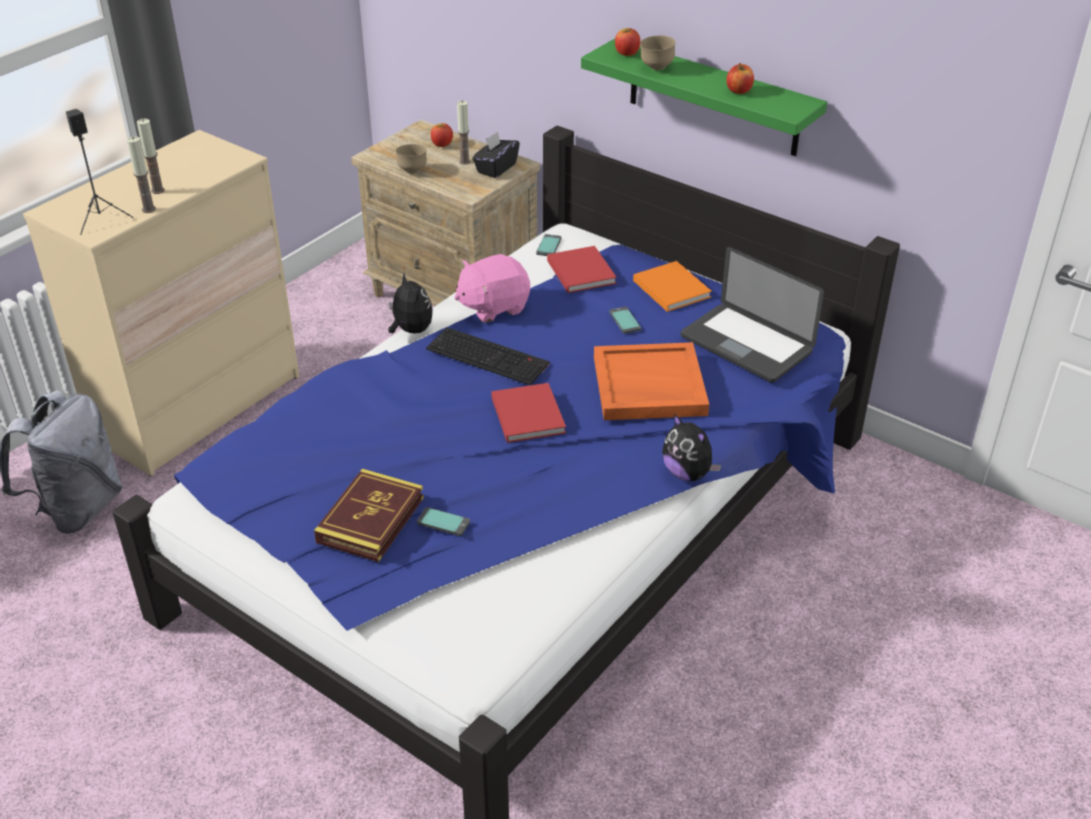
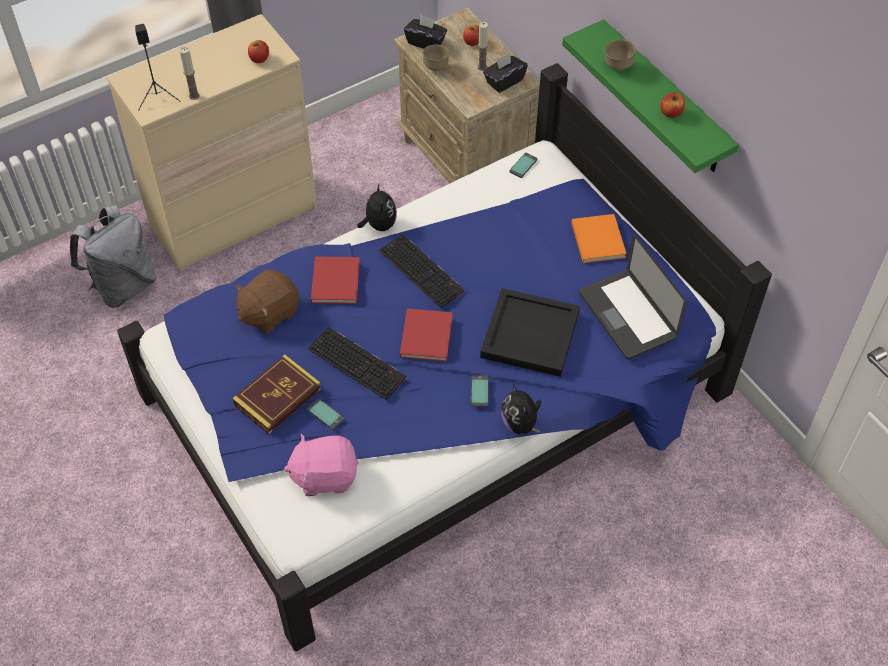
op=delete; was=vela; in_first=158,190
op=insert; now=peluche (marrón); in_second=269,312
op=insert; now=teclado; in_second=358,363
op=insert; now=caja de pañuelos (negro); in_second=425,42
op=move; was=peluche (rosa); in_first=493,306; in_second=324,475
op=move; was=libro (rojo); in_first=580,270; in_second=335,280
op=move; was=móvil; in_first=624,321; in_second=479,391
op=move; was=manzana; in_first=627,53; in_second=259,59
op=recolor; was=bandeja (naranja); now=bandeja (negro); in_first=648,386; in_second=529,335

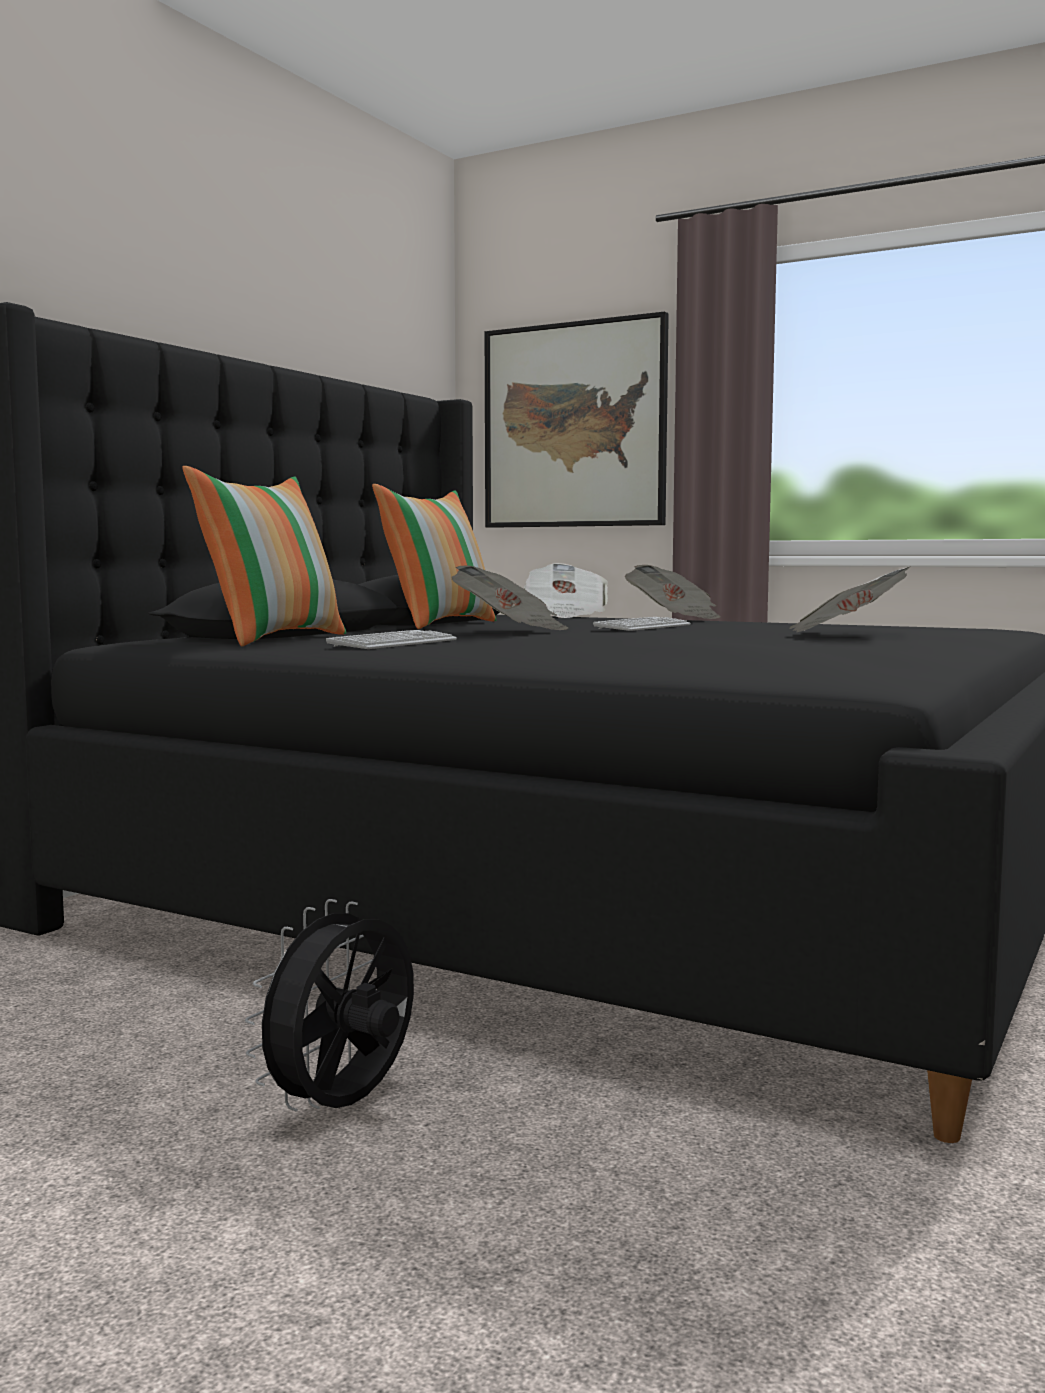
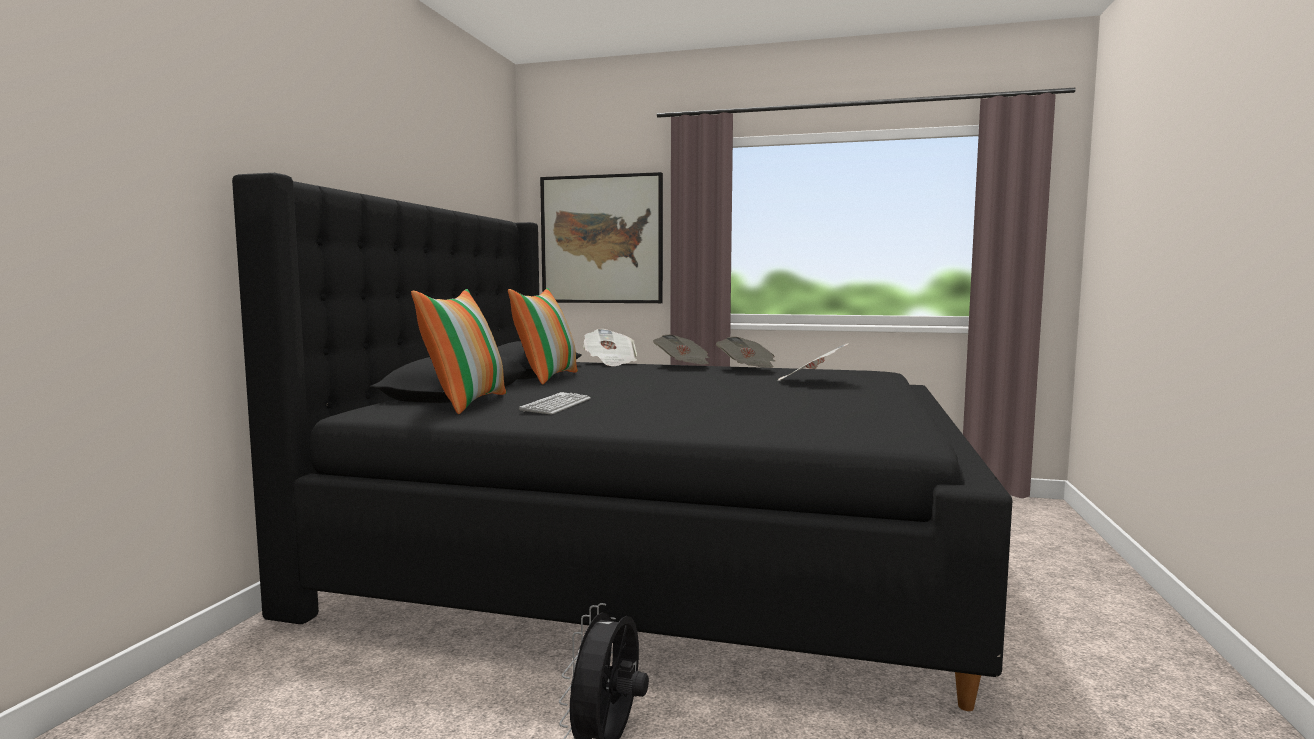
op=delete; was=teclado; in_first=643,627
op=move; was=periódico; in_first=511,631; in_second=748,370

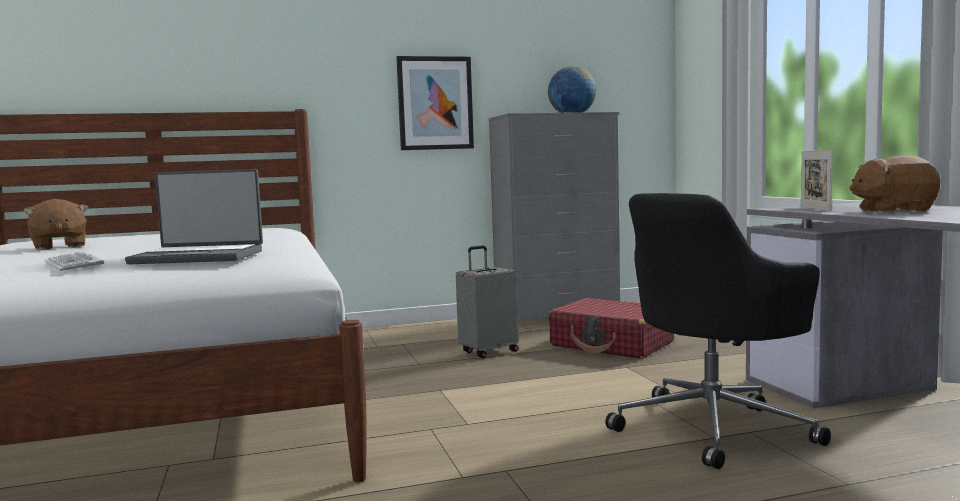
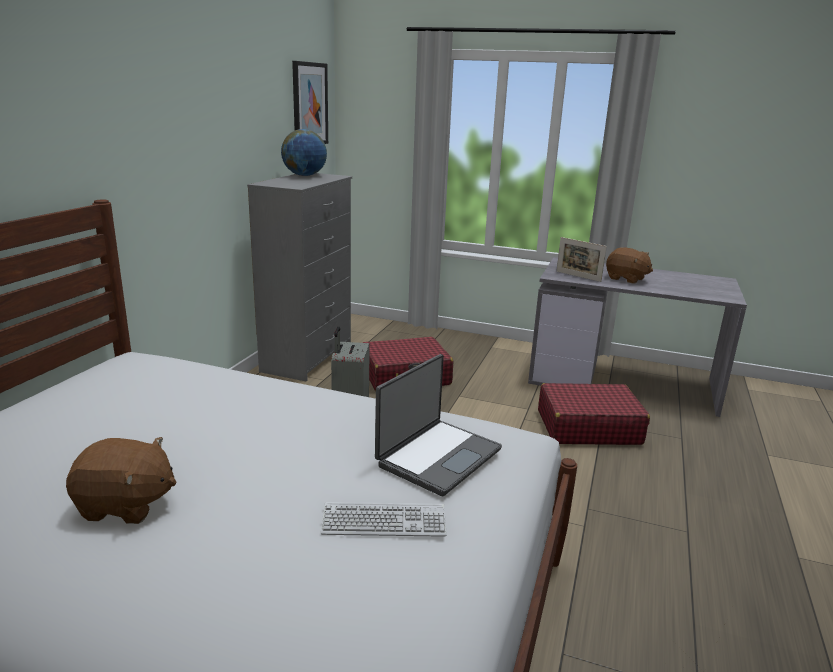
op=move; was=cuadro; in_first=435,103; in_second=309,104
op=replace; was=silla de oficina (negro); now=maleta (rojo); in_first=714,428; in_second=588,427
op=rotate; was=peluche (marrón); in_first=893,211; in_second=626,279; clockwise=-90

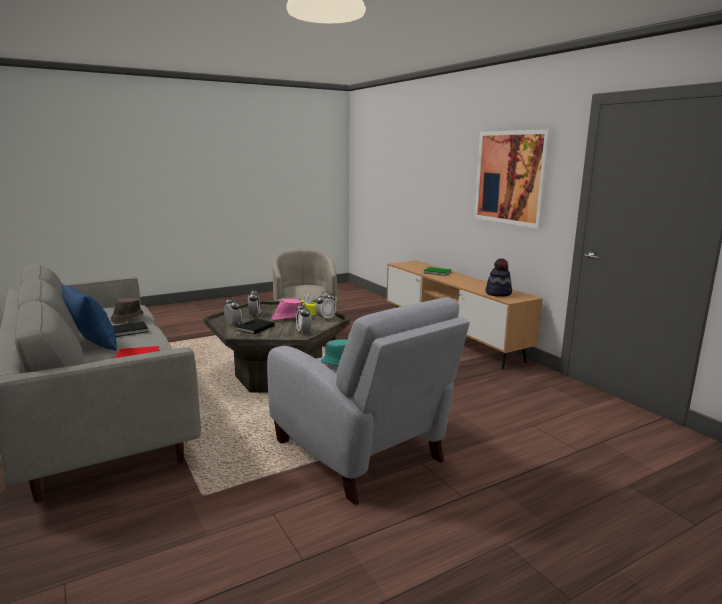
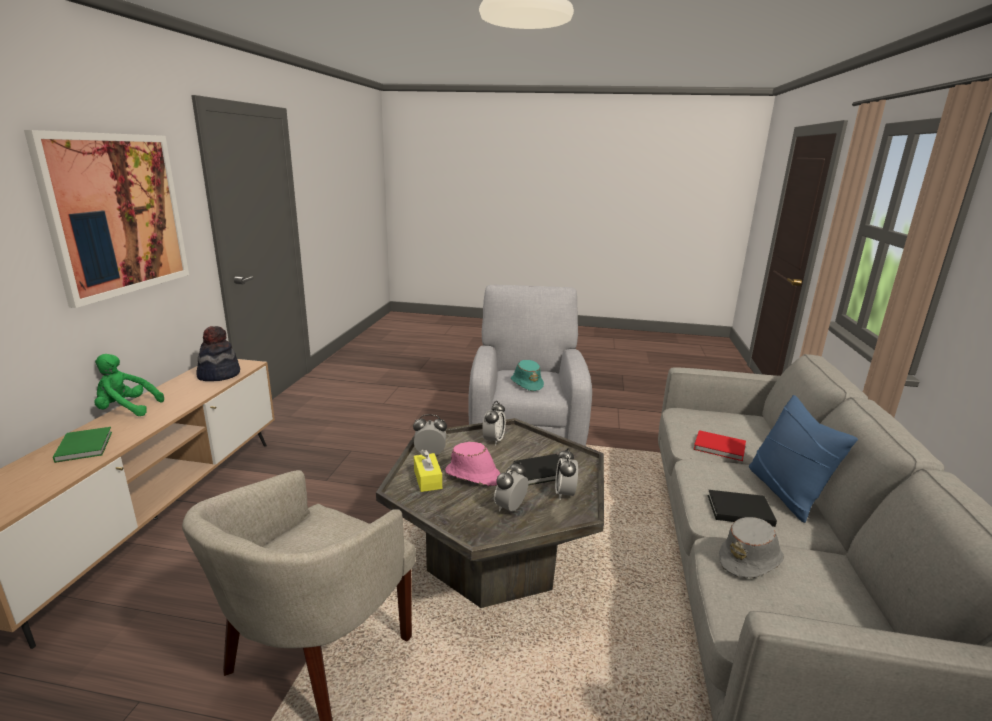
op=insert; now=peluche (verde); in_second=126,409
op=recolor; was=sombrero (marrón); now=sombrero (gris); in_first=127,318; in_second=751,560

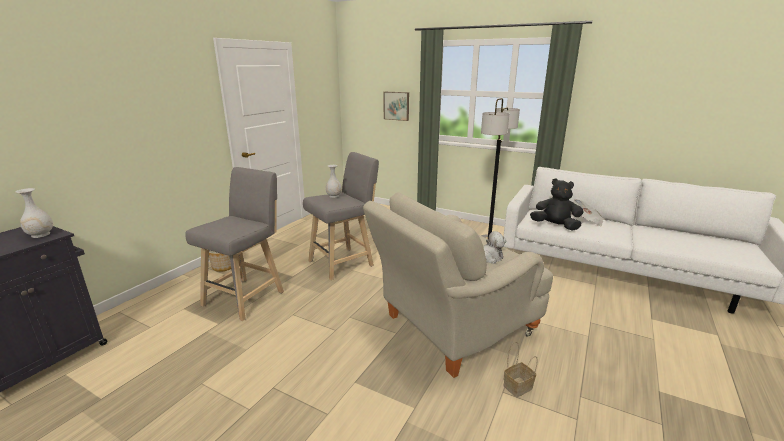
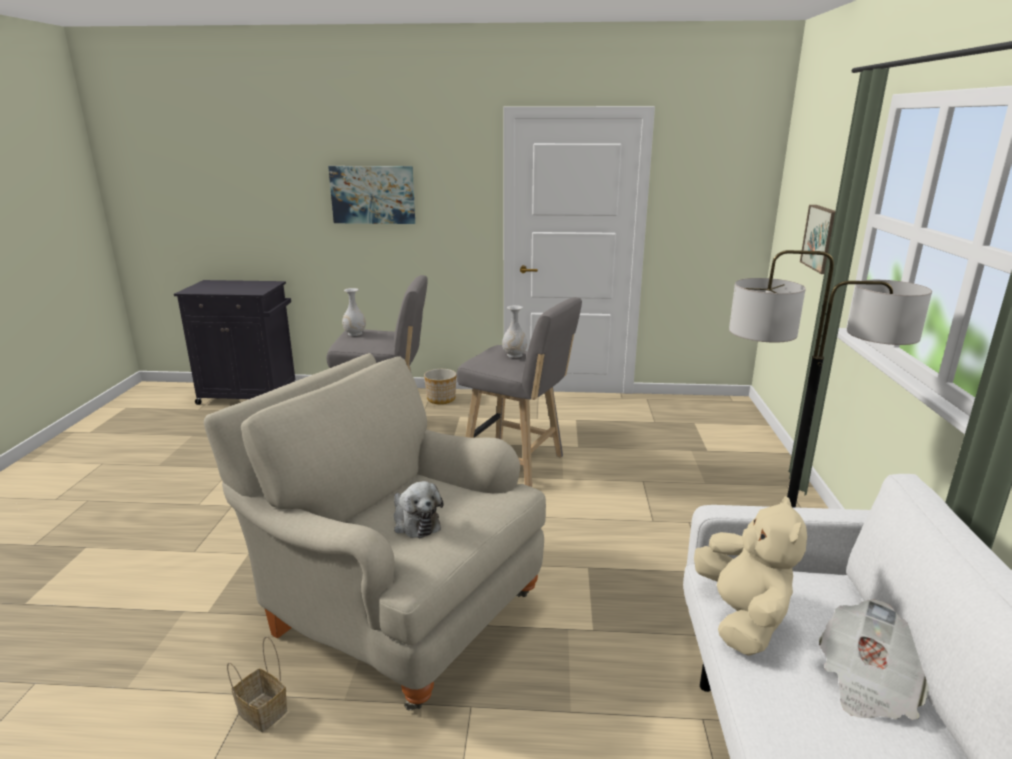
op=insert; now=cuadro; in_second=373,194
op=move; was=florero (blanco); in_first=40,235; in_second=355,333
op=recolor; was=peluche (negro); now=peluche (beis); in_first=555,226; in_second=742,617

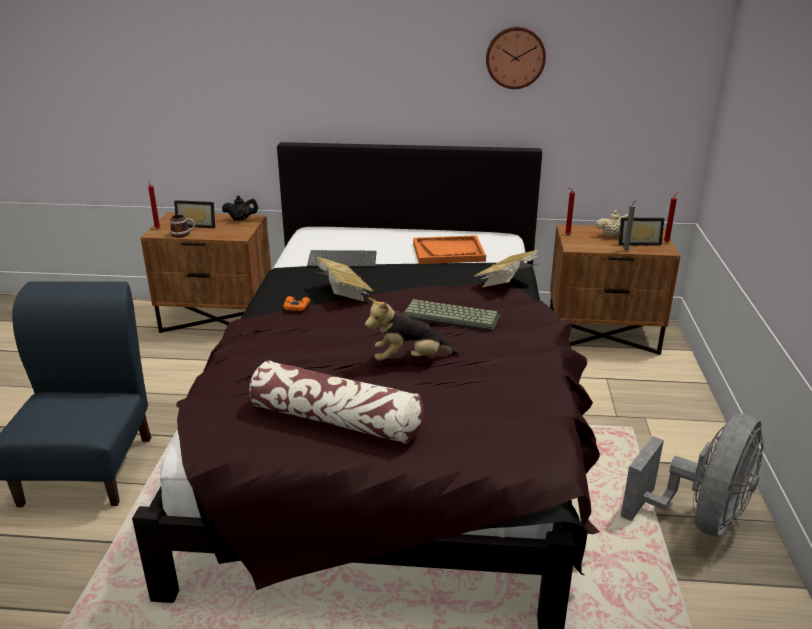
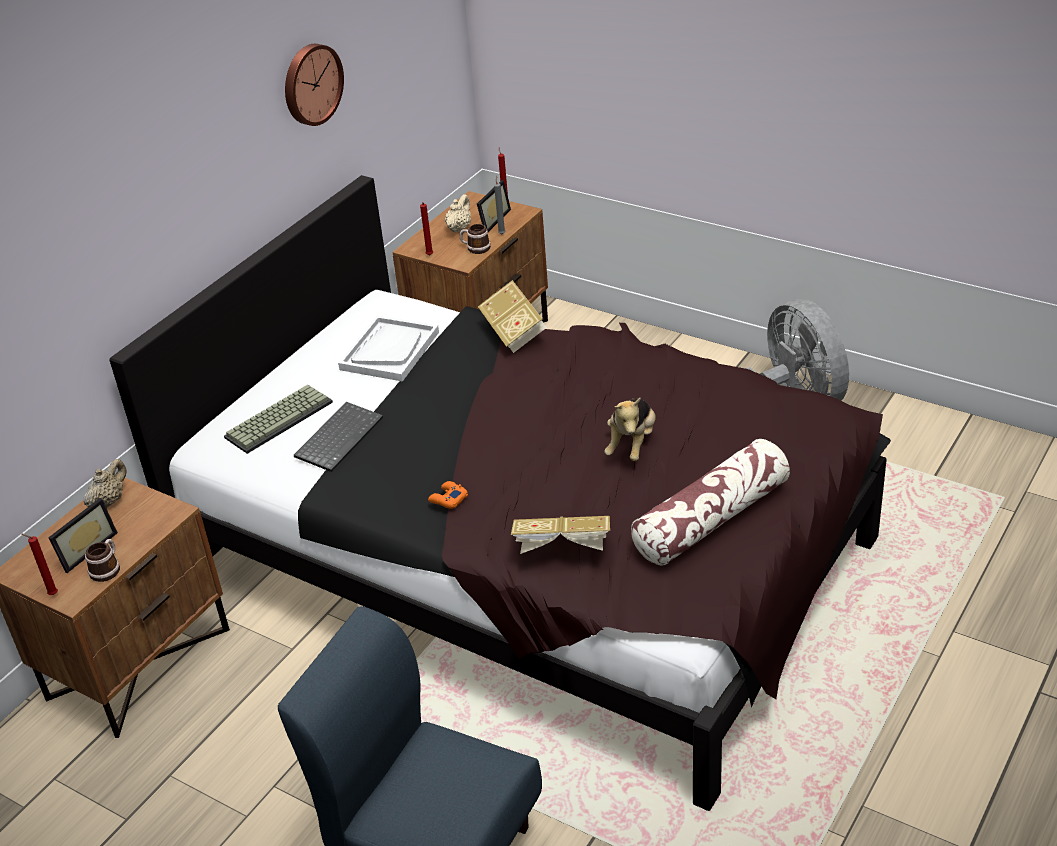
op=insert; now=taza grande; in_second=475,248
op=move; was=libro; in_first=342,292; in_second=562,549
op=move; was=teclado; in_first=452,316; in_second=279,418
op=recolor; was=tetera (negro); now=tetera (beis); in_first=241,219; in_second=109,501
op=recolor; was=bandeja (naranja); now=bandeja (blanco); in_first=448,252; in_second=389,350

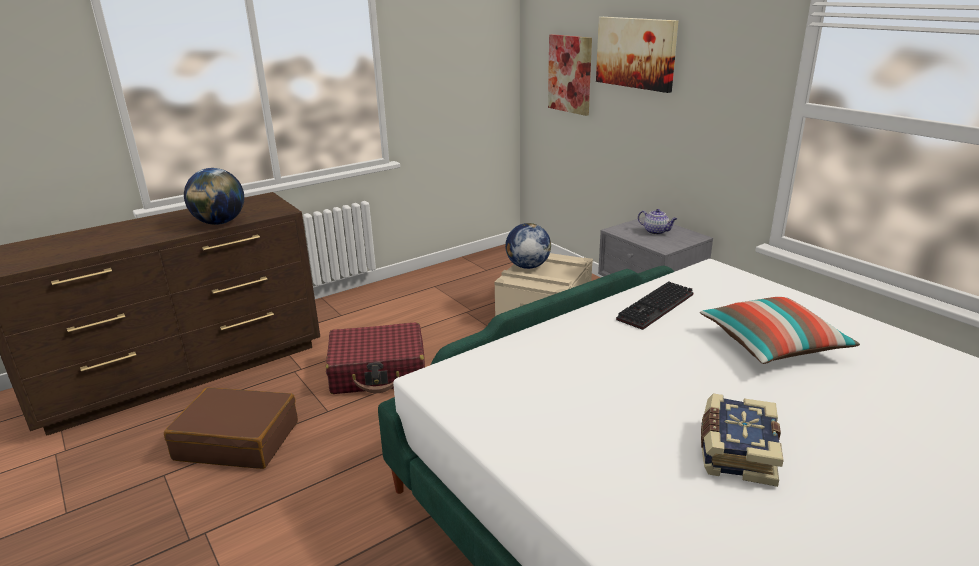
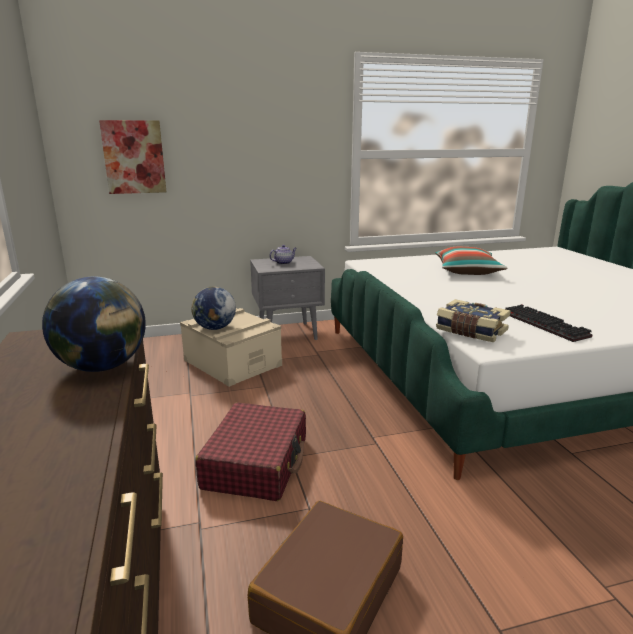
op=delete; was=cuadro; in_first=636,53
op=move; was=teclado; in_first=656,308; in_second=547,325
op=move; was=libro; in_first=736,451; in_second=470,331

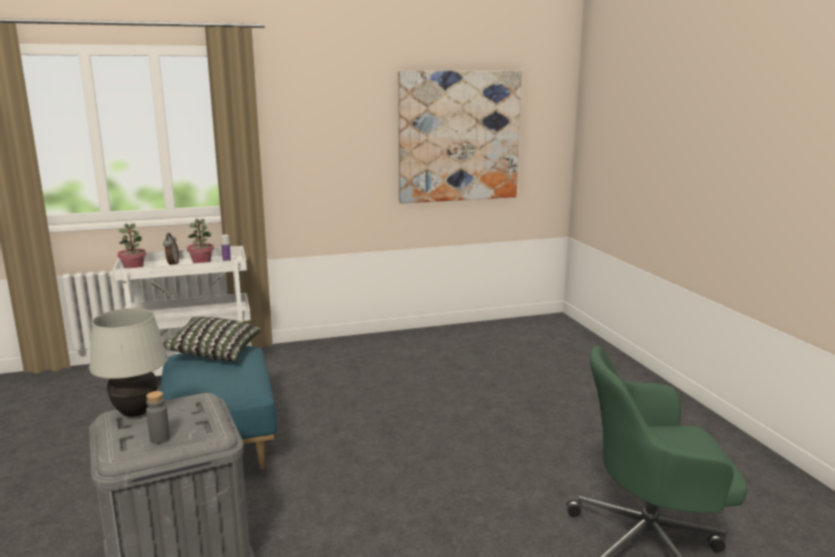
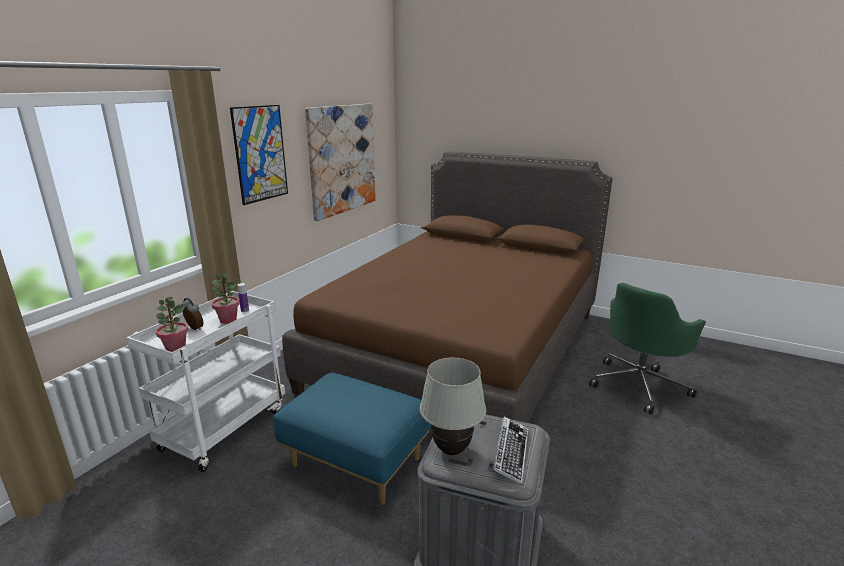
op=delete; was=cojín; in_first=214,353
op=insert; now=cuadro; in_second=260,154
op=insert; now=cama (marrón); in_second=461,349
op=replace; was=botella (gris); now=teclado; in_first=160,438; in_second=510,453

